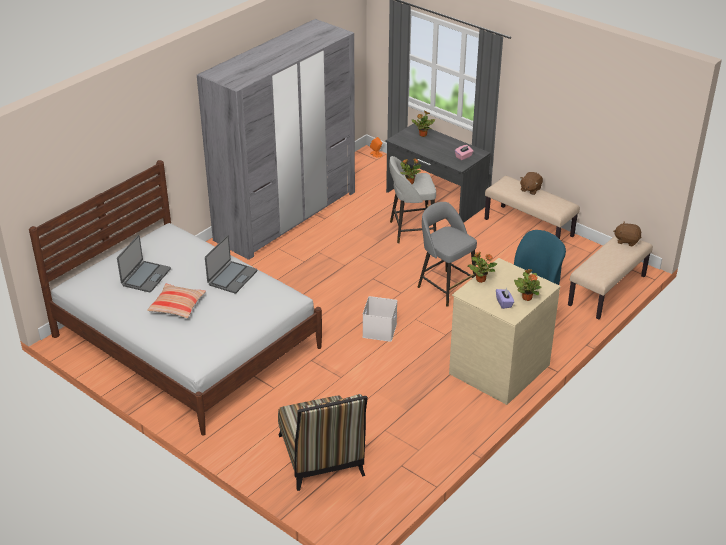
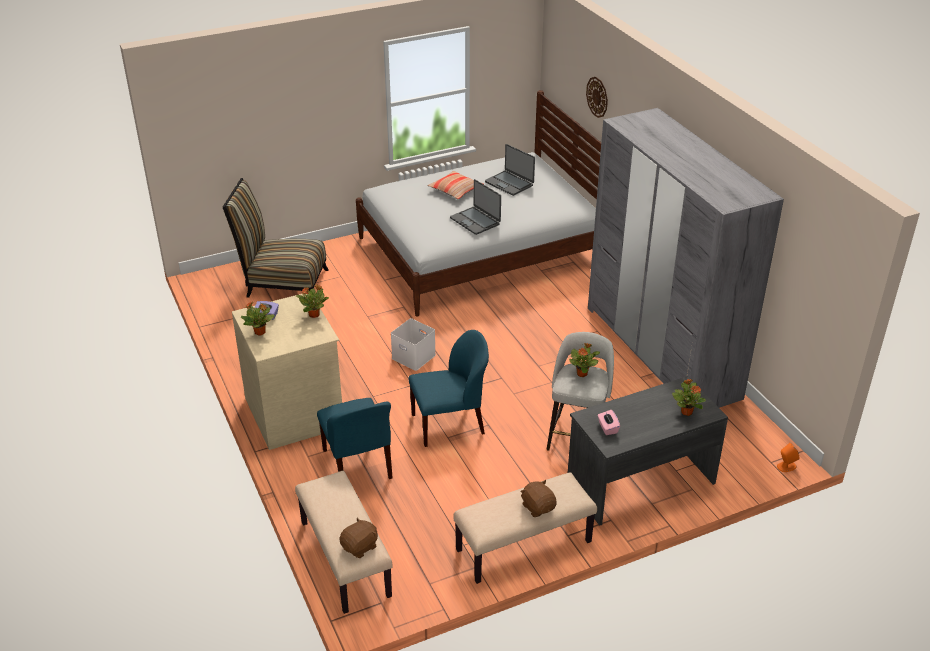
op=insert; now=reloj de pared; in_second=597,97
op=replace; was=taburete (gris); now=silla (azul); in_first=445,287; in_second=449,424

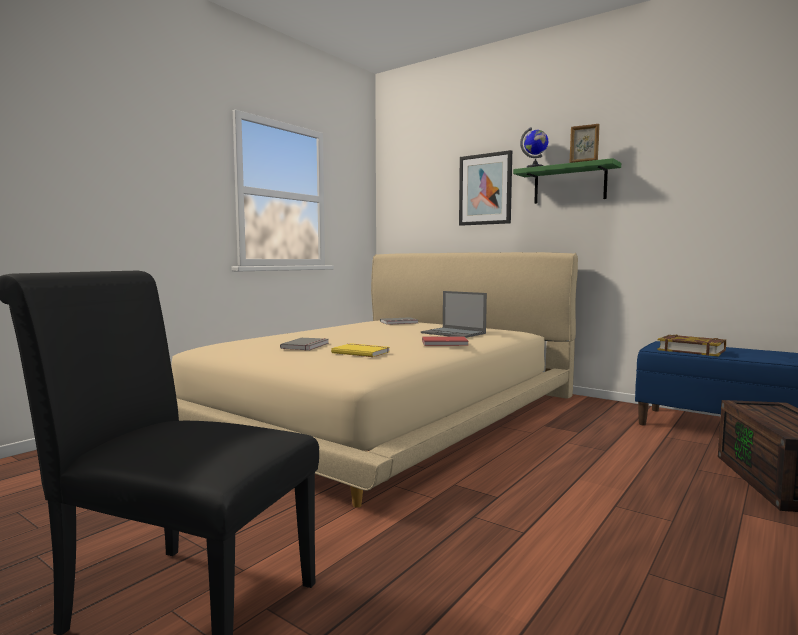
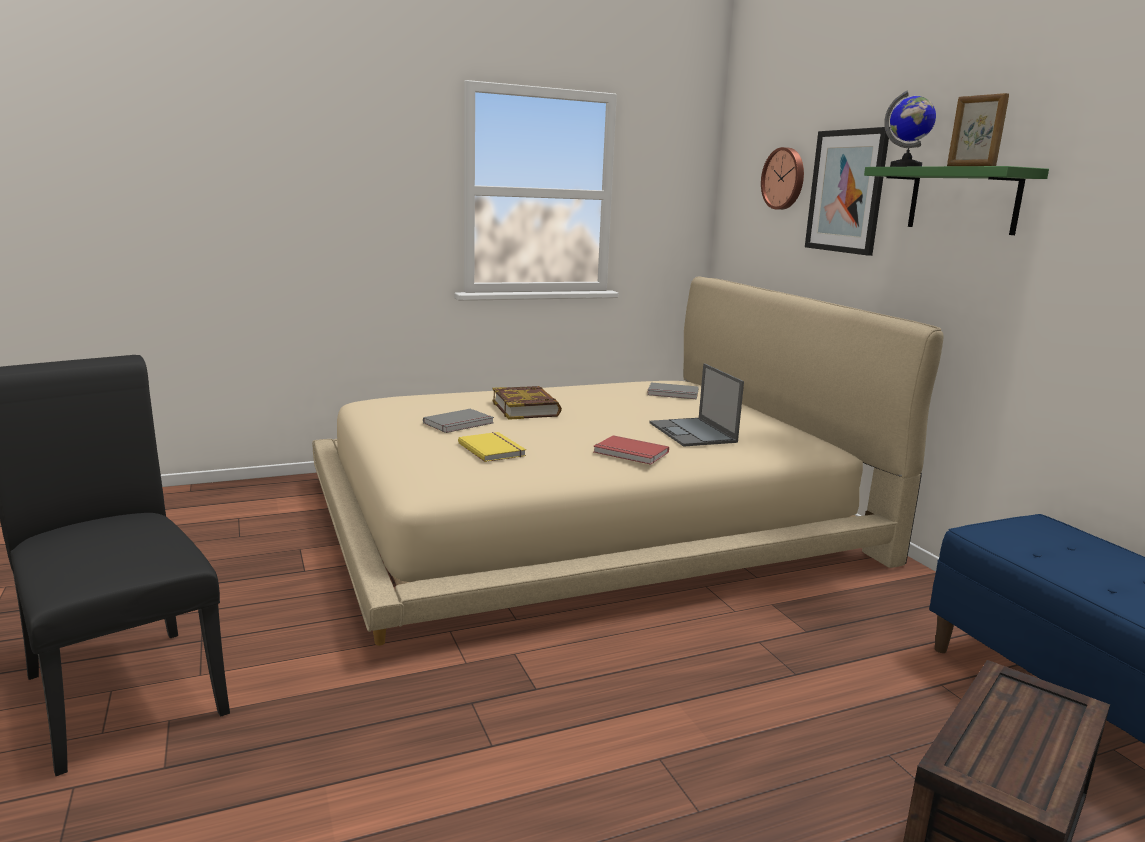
op=insert; now=reloj de pared; in_second=784,178
op=move; was=libro; in_first=691,350; in_second=526,409

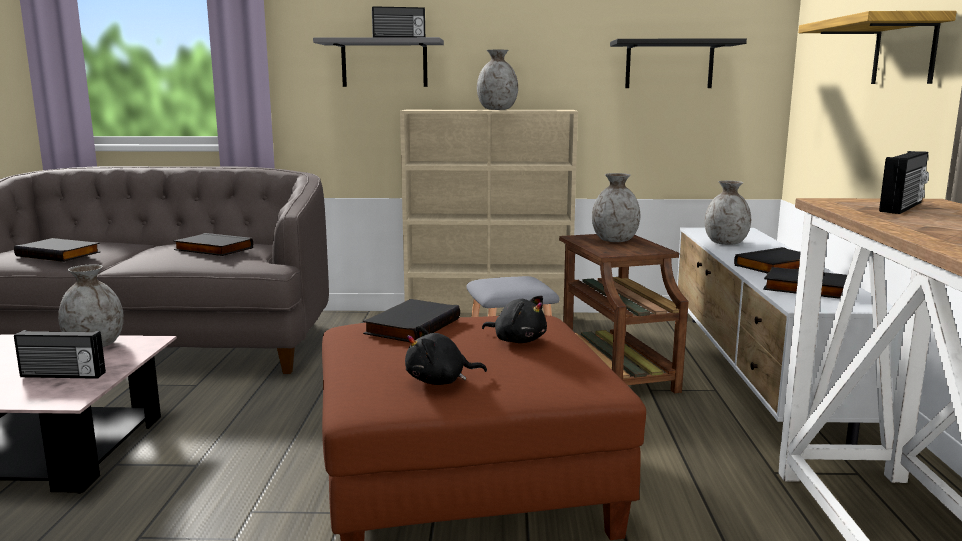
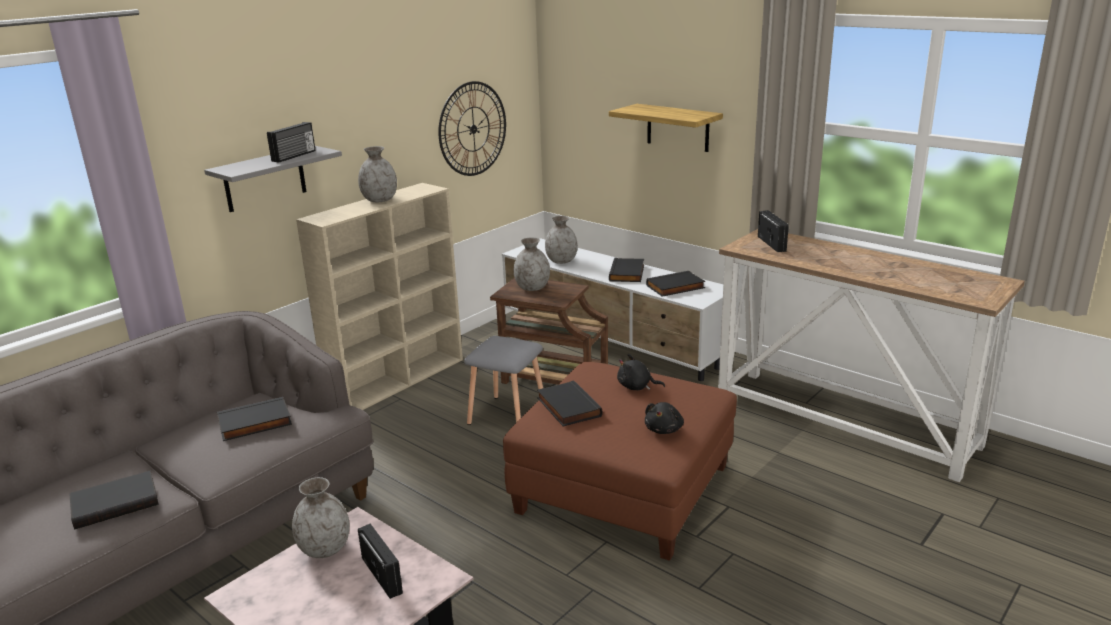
op=replace; was=estante (negro); now=reloj de pared; in_first=669,65; in_second=473,129
op=rotate; was=radio; in_first=62,375; in_second=383,575; clockwise=-75
op=rotate; was=peluche (negro); in_first=517,340; in_second=636,387; clockwise=-150

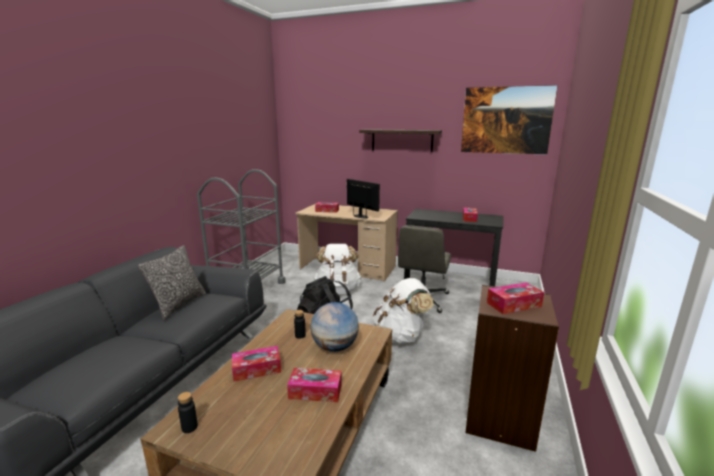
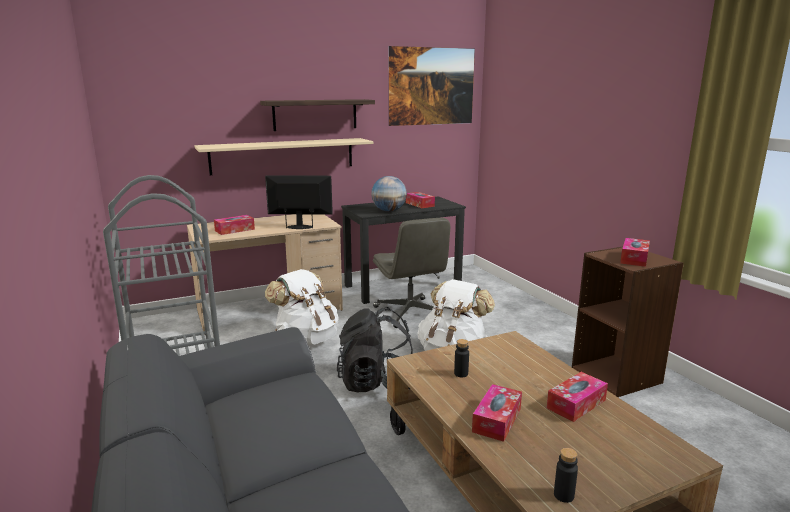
op=delete; was=cojín; in_first=179,305
op=insert; now=estante (beis); in_second=283,156
op=move; was=globo terráqueo; in_first=335,347; in_second=389,211

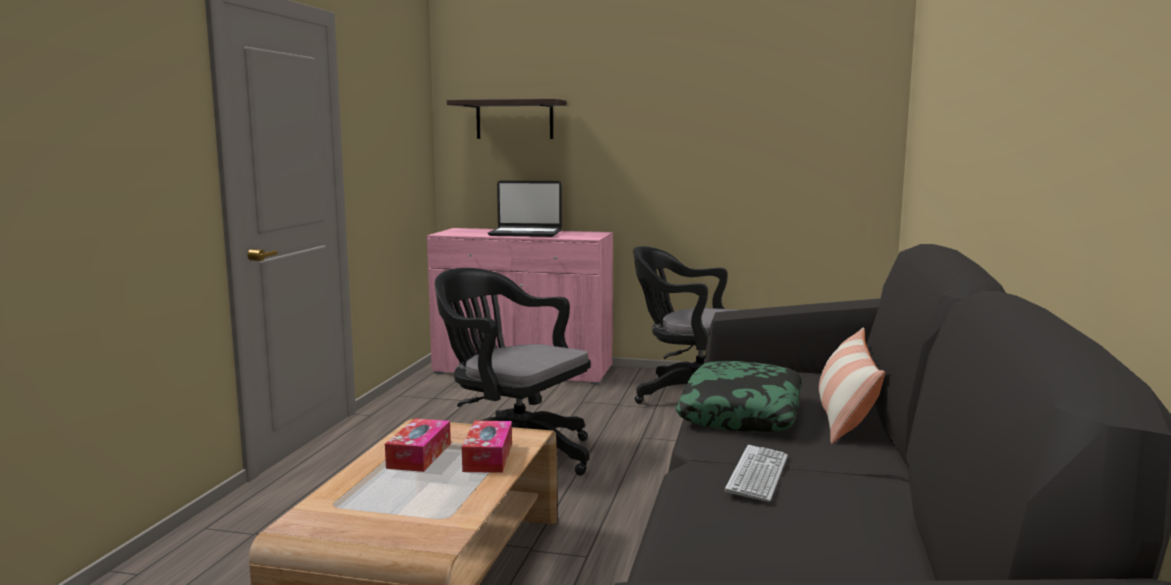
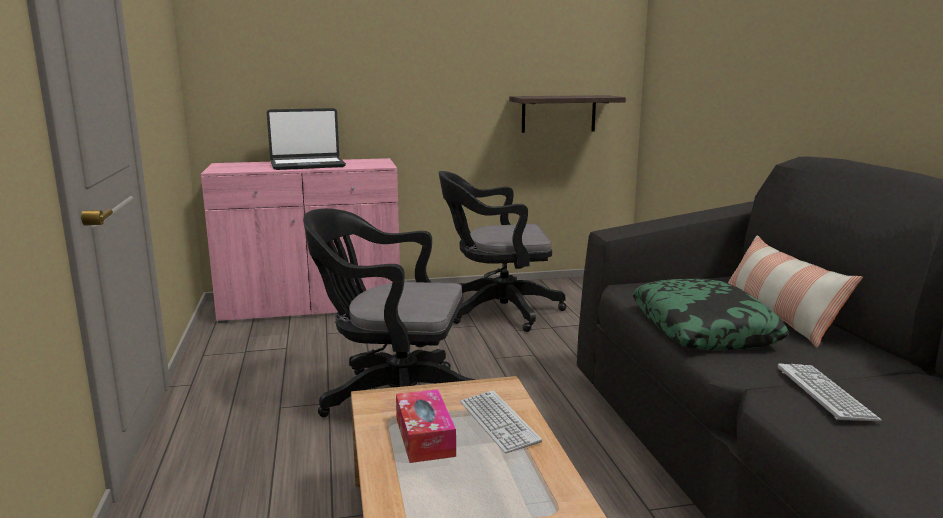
op=move; was=estante; in_first=514,120; in_second=558,113
op=replace; was=caja de pañuelos; now=teclado; in_first=488,457; in_second=498,422

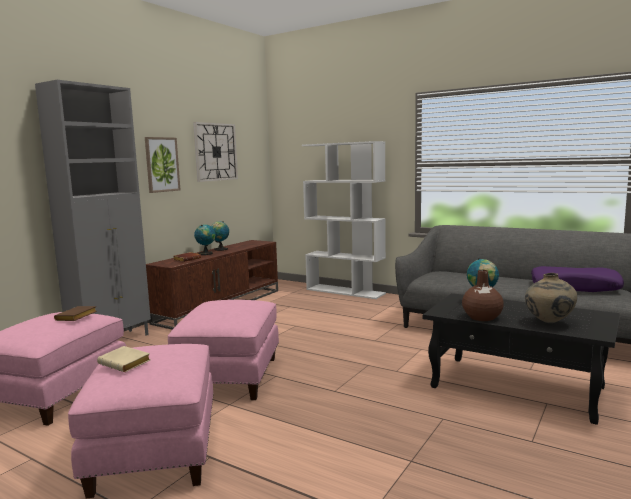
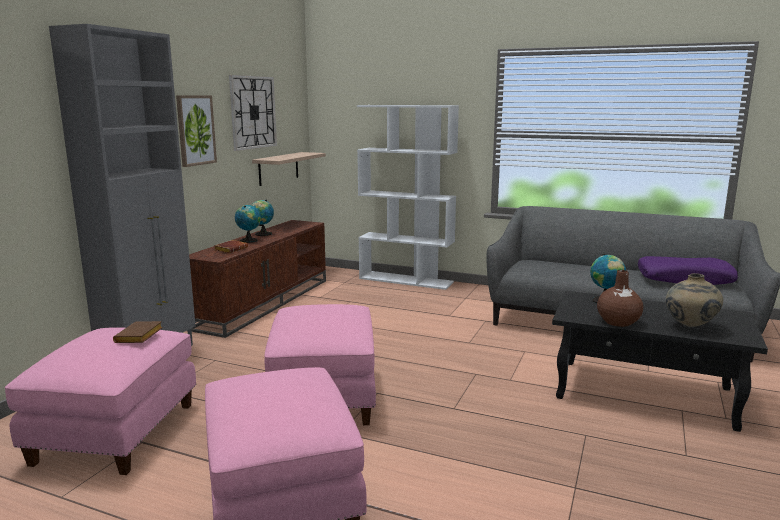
op=delete; was=libro (beis); in_first=126,363
op=insert; now=estante; in_second=278,168

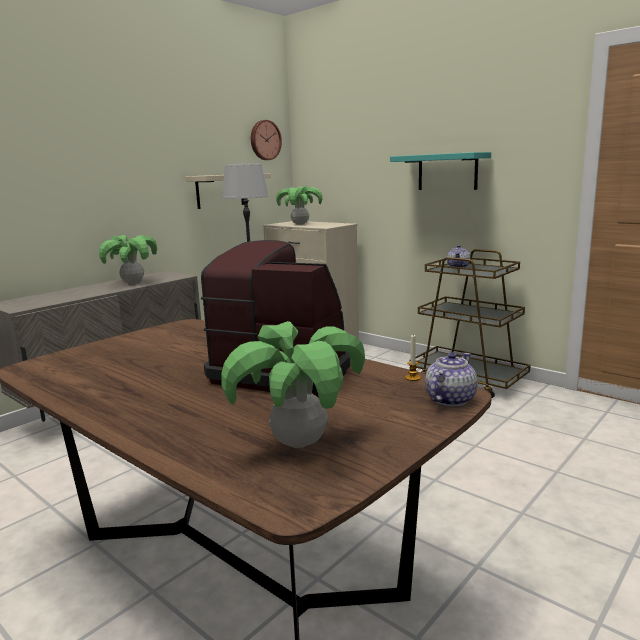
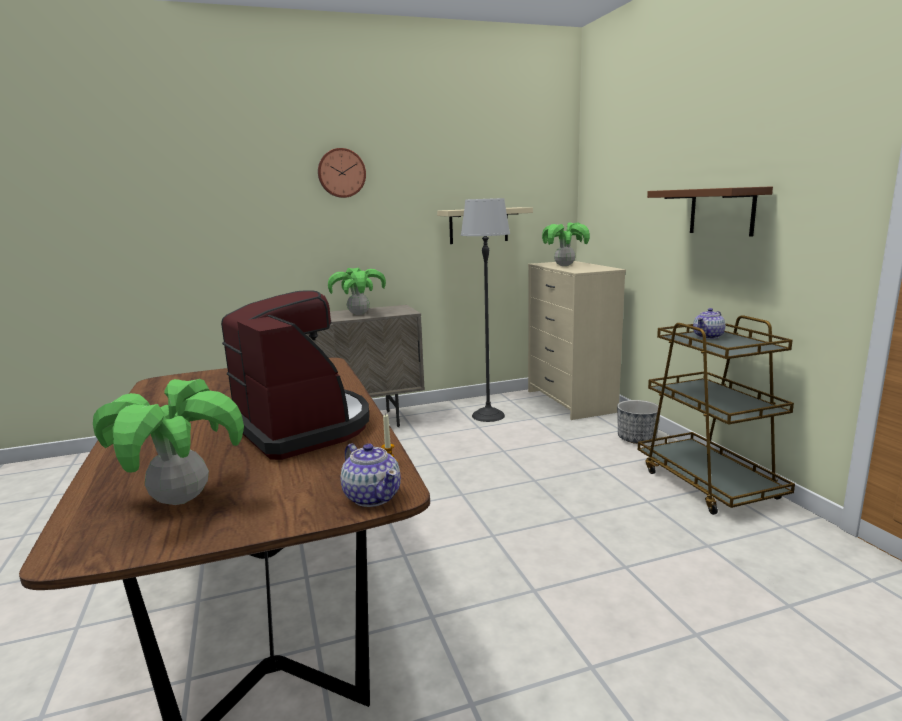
op=insert; now=maceta; in_second=637,439
op=move; was=reloj de pared; in_first=264,140; in_second=341,173
op=recolor; was=estante (turquesa); now=estante (marrón); in_first=447,172; in_second=722,211
op=rotate; was=tetera; in_first=449,399; in_second=372,496; clockwise=75

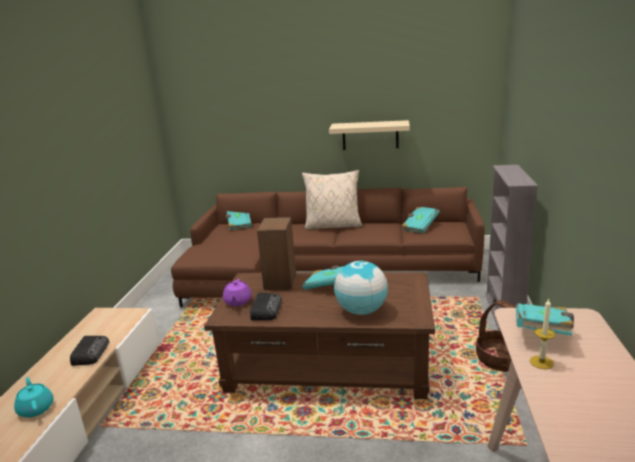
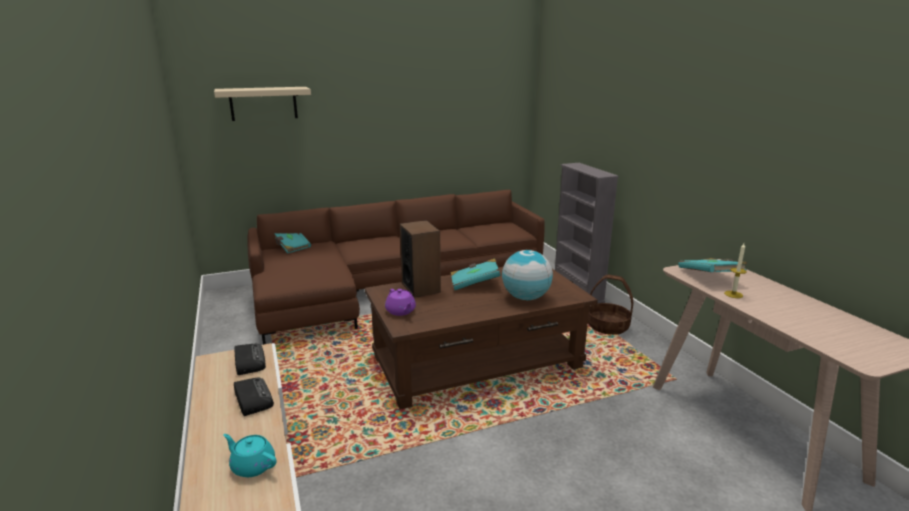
op=delete; was=cojín (beis); in_first=333,225
op=delete; was=libro (turquesa); in_first=420,226
op=move; was=radio; in_first=266,309; in_second=249,361
op=move; was=estante (beis); in_first=370,135; in_second=263,103

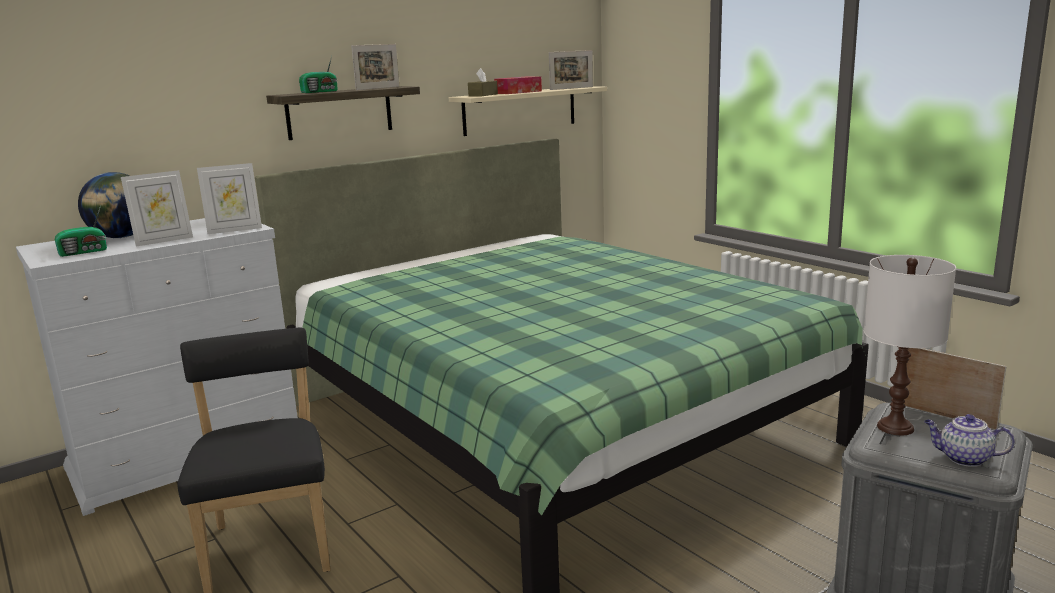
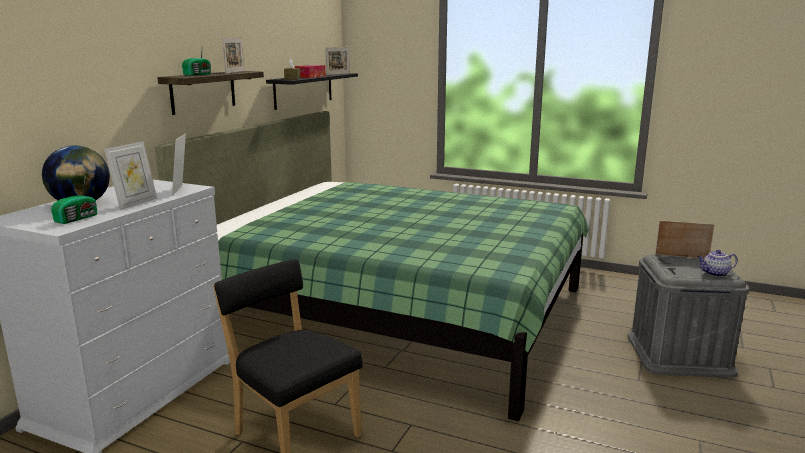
op=delete; was=lámpara de mesa (blanco); in_first=894,427
op=recolor; was=estante (beis); now=estante (negro); in_first=520,110; in_second=303,90
op=rotate; was=portarretratos; in_first=234,230; in_second=181,190; clockwise=135

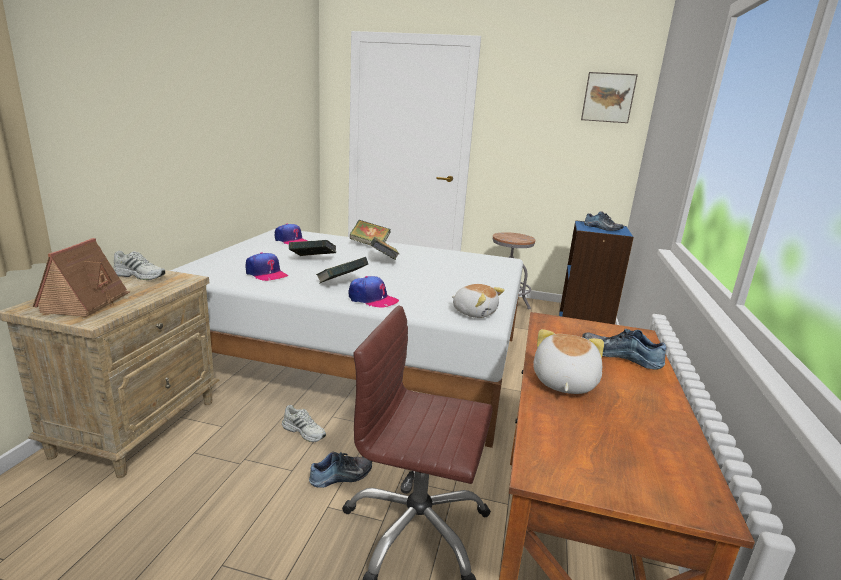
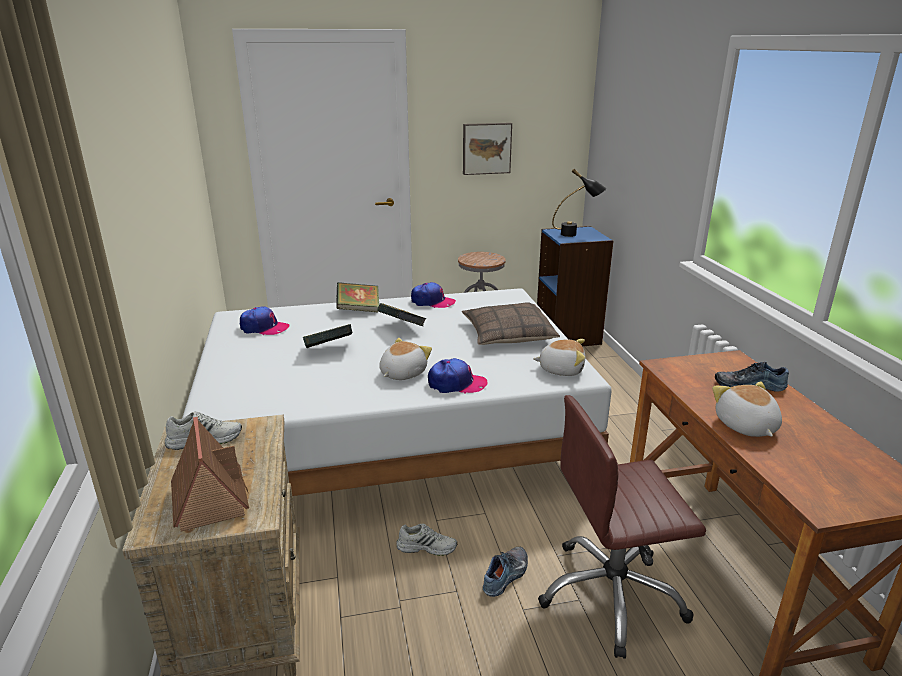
op=insert; now=cojín; in_second=508,334
op=move; was=gorra; in_first=266,274; in_second=432,302
op=move; was=cuadro; in_first=608,98; in_second=486,148
op=replace; was=libro; now=peluche; in_first=341,284; in_second=402,373
op=replace; was=zapato; now=lámpara de mesa (negro); in_first=602,228; in_second=576,234

